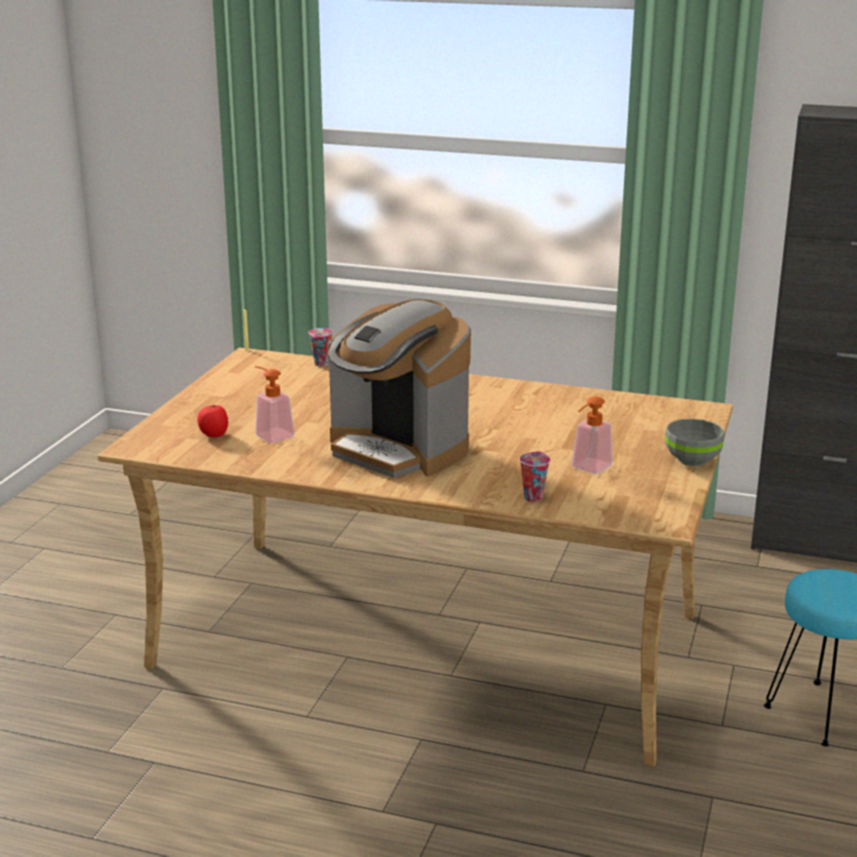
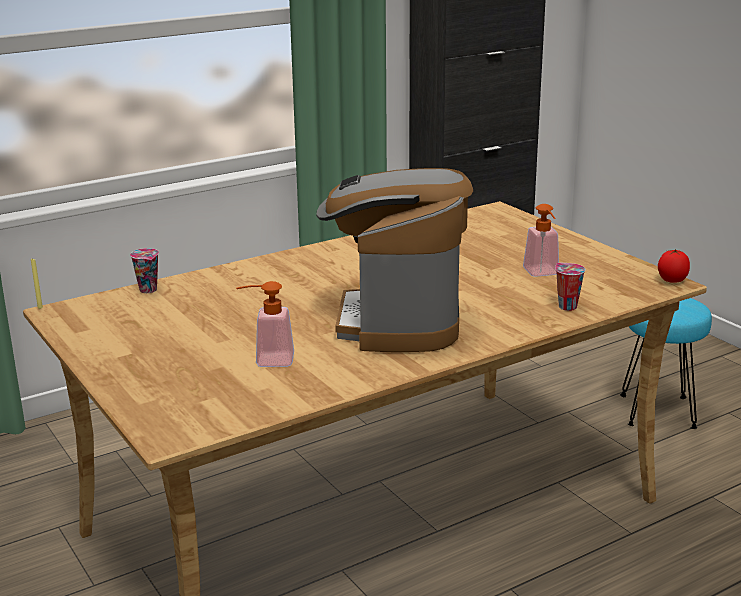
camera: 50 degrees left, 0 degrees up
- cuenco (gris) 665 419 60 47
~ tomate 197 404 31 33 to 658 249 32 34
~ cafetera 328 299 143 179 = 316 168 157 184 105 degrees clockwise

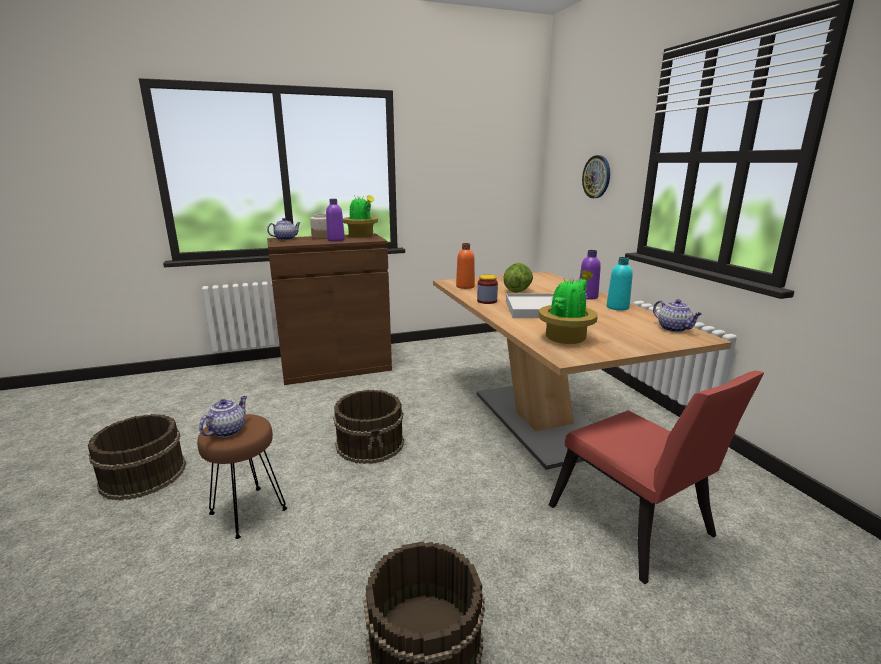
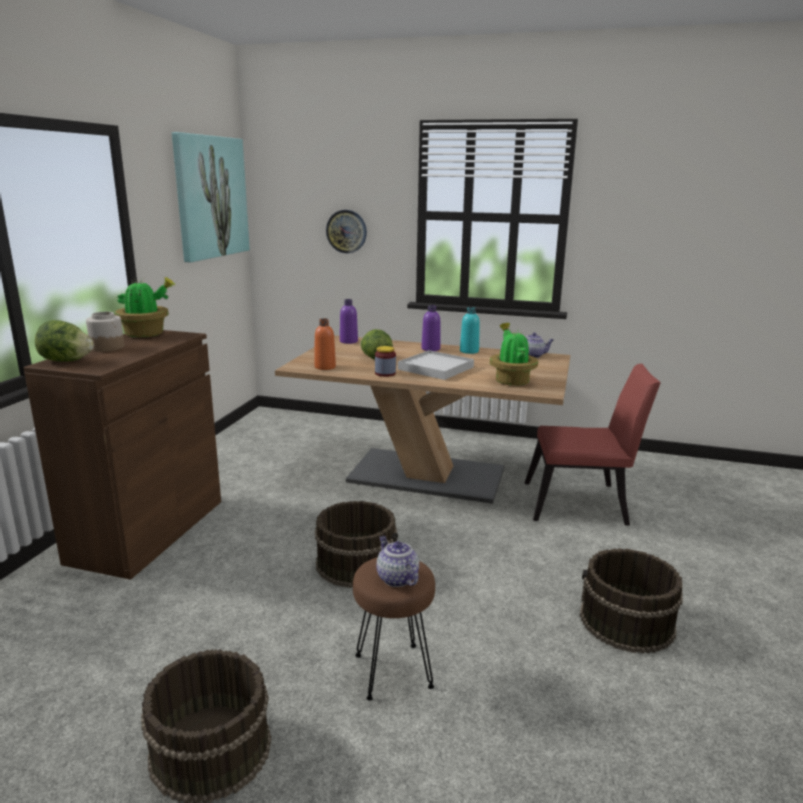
camera: 55 degrees left, 0 degrees up
+ cuadro 172 132 78 130
~ botella (morado) 326 199 19 43 to 340 299 18 45
~ tetera 267 218 34 22 to lechuga 35 320 59 41

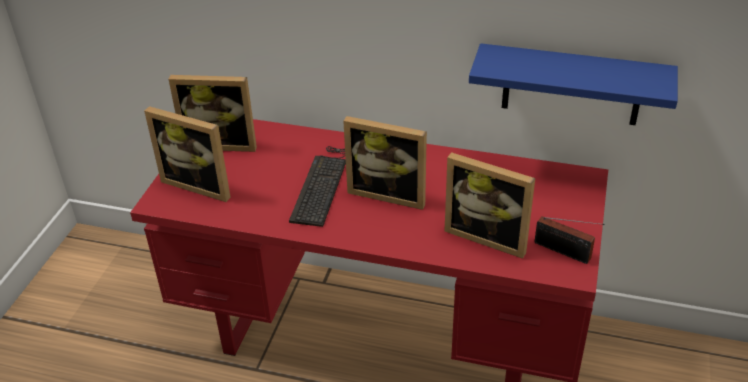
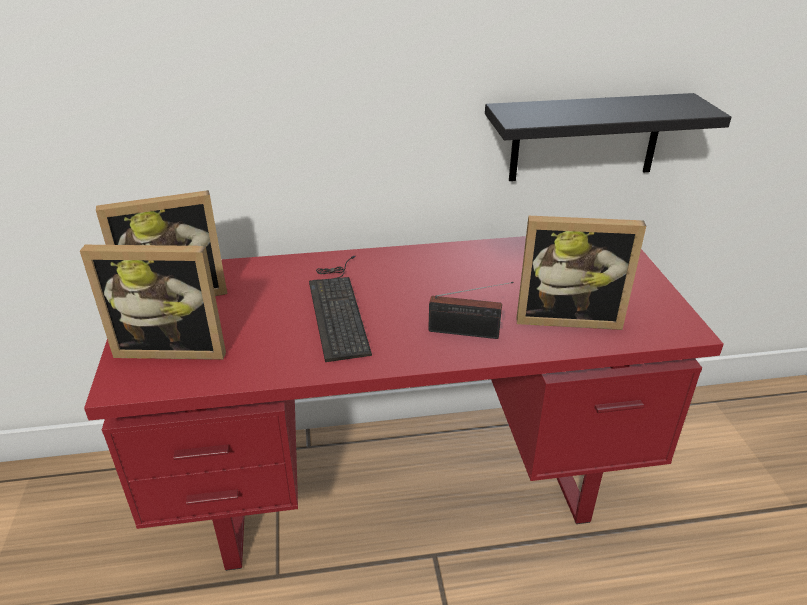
camera: 25 degrees left, 5 degrees down
- portarretratos 343 116 84 94
~ radio 534 216 70 48 to 428 282 86 57
~ estante (azul) 469 43 209 82 to estante (negro) 485 93 246 88

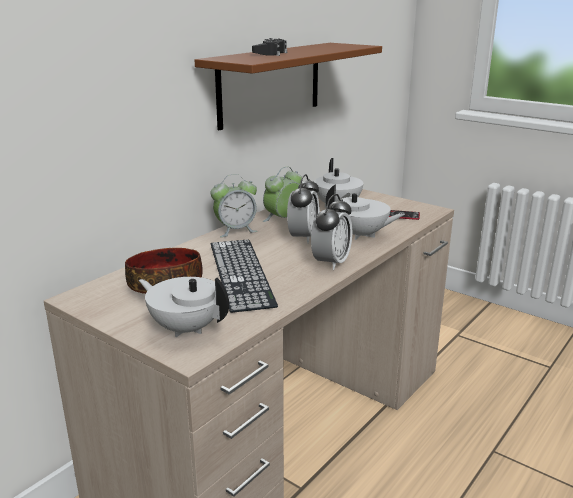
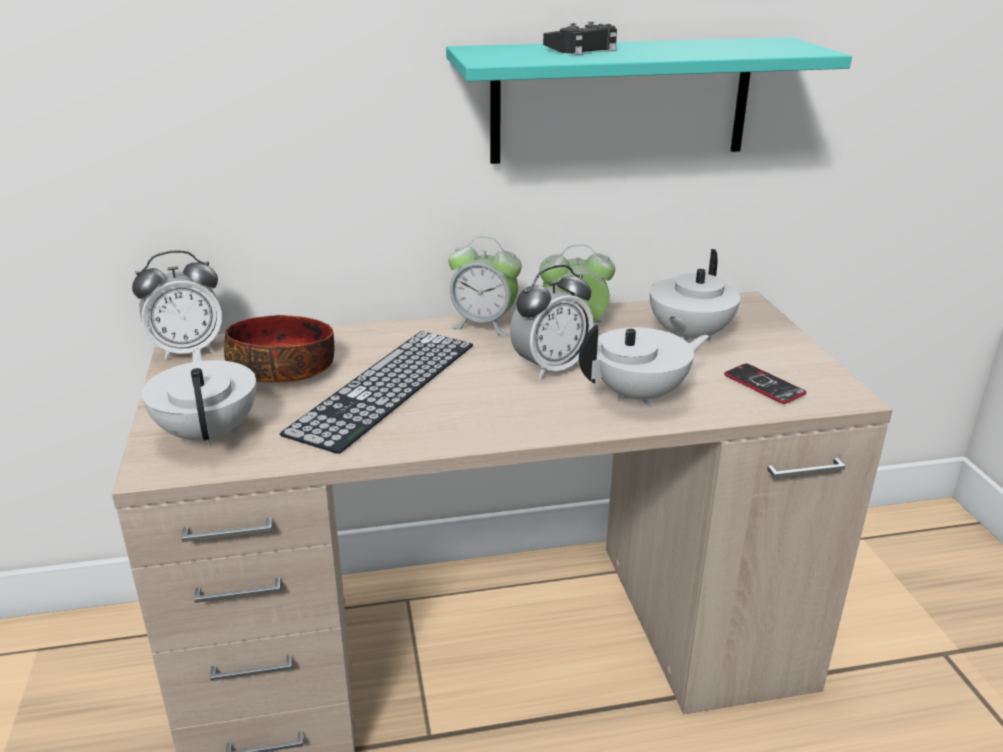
camera: 40 degrees right, 5 degrees up
~ despertador 311 194 41 76 to 132 250 90 110
~ estante (marrón) 195 43 187 87 to estante (turquesa) 446 37 406 127
~ tetera (blanco) 326 184 79 56 = 579 324 131 84 90 degrees counterclockwise

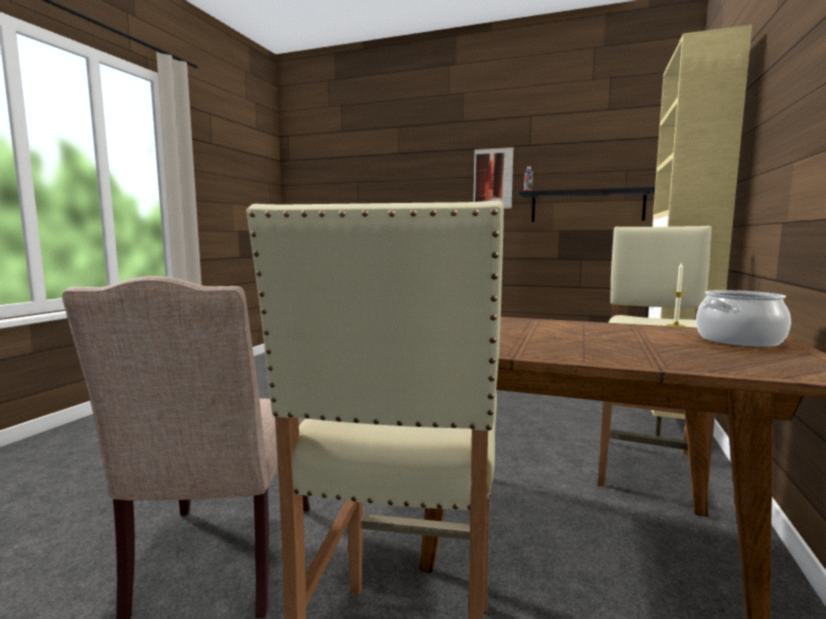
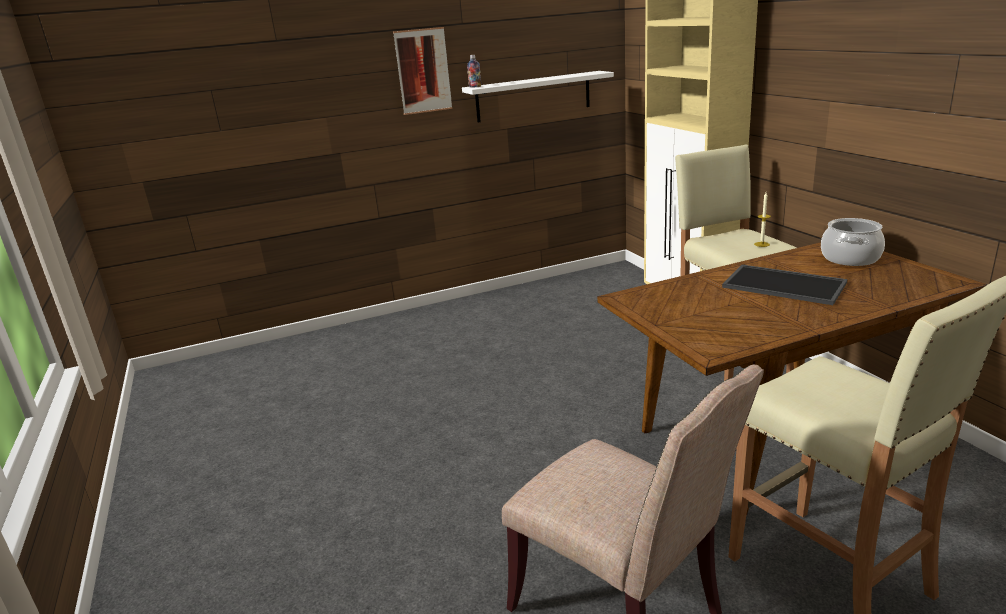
camera: 40 degrees left, 15 degrees up
+ bandeja 722 265 126 40
~ estante (negro) 519 187 136 35 to estante (blanco) 462 71 152 51

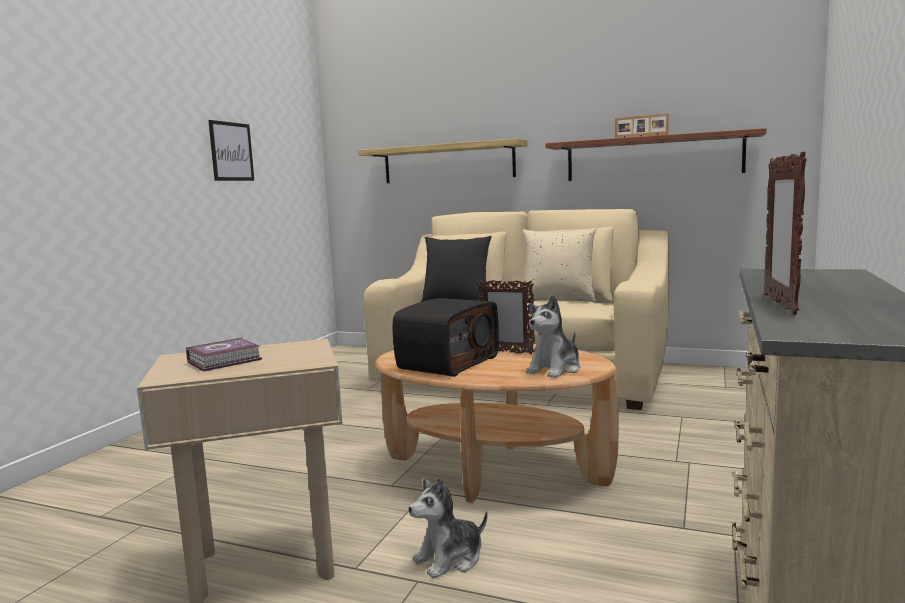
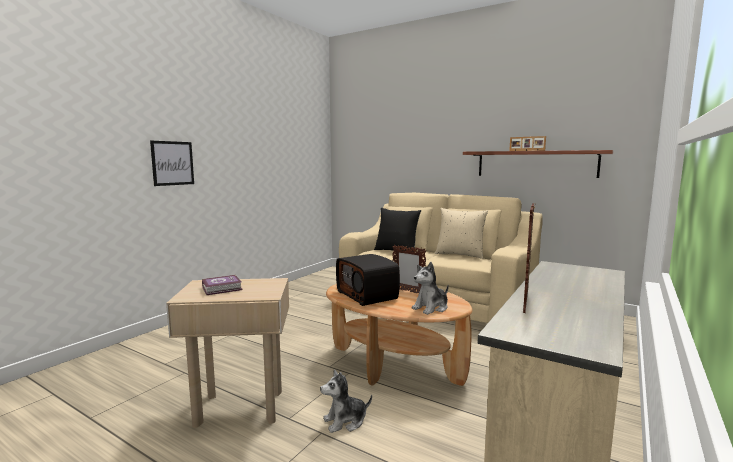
camera: 10 degrees right, 0 degrees up
- estante 358 138 170 45
~ cuadro 208 120 46 61 to 150 141 44 45
~ radio 393 298 106 79 = 336 254 64 52 105 degrees clockwise

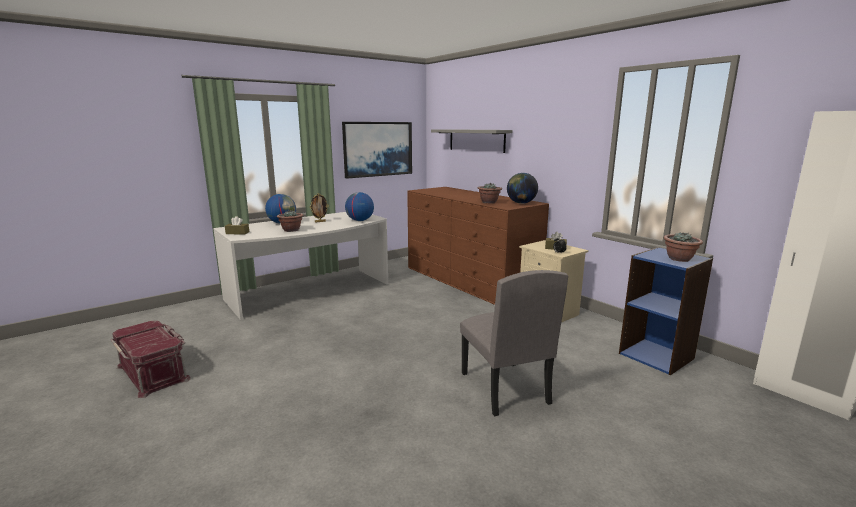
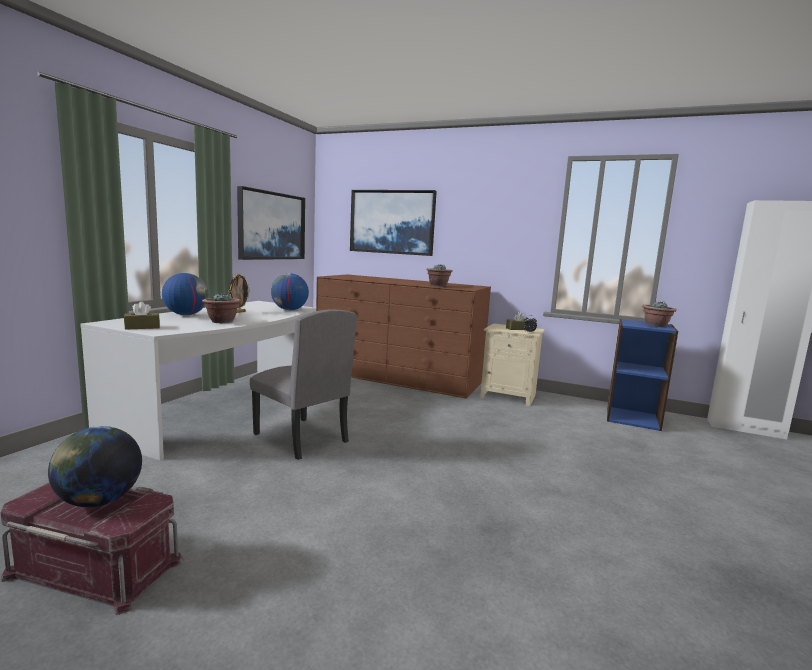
camera: 30 degrees left, 5 degrees down
~ silla (gris) 460 270 108 146 to 250 309 107 151
~ globo terráqueo 507 173 31 31 to 48 426 94 81
~ estante (gris) 431 129 81 24 to cuadro 350 190 87 66

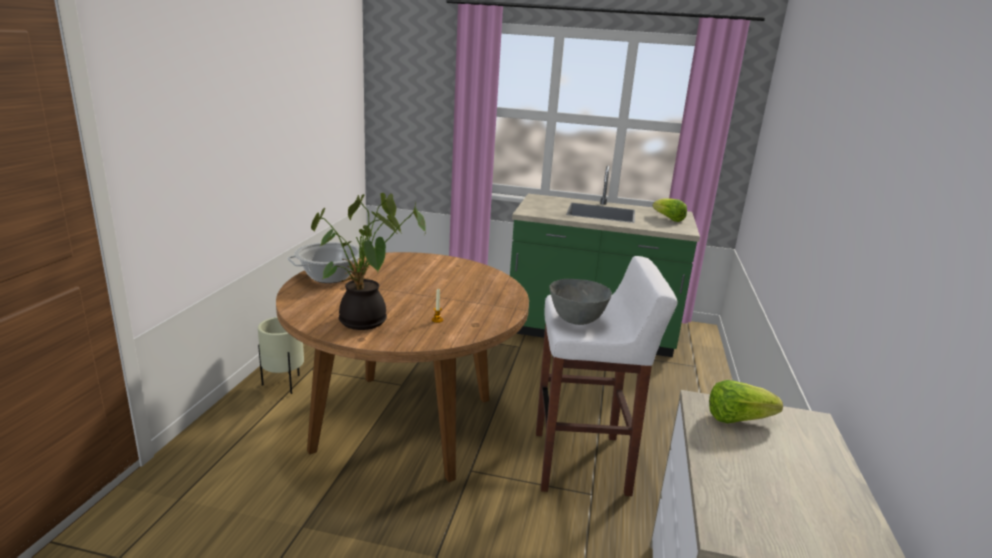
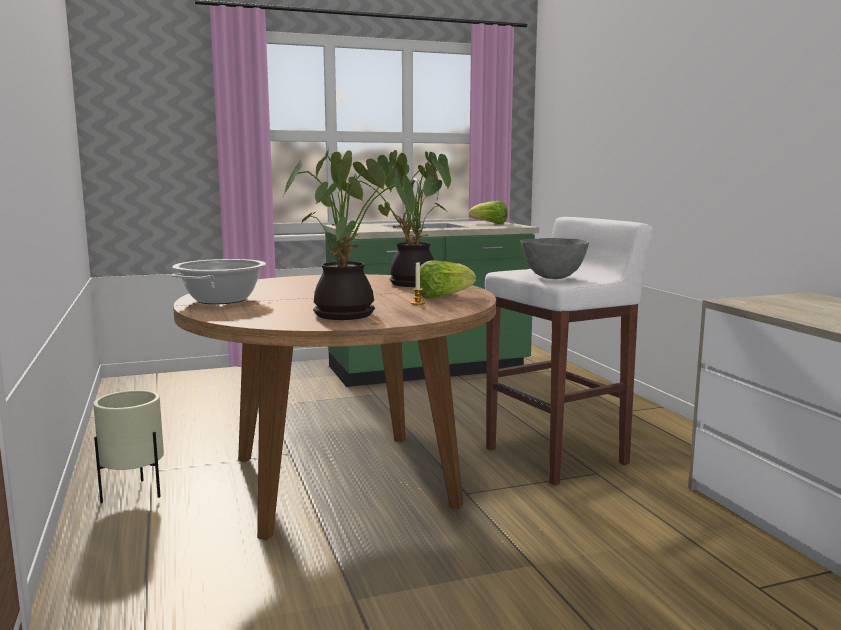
camera: 30 degrees left, 10 degrees down
+ planta en maceta 346 151 105 136
~ lechuga 709 380 74 43 to 420 260 56 39

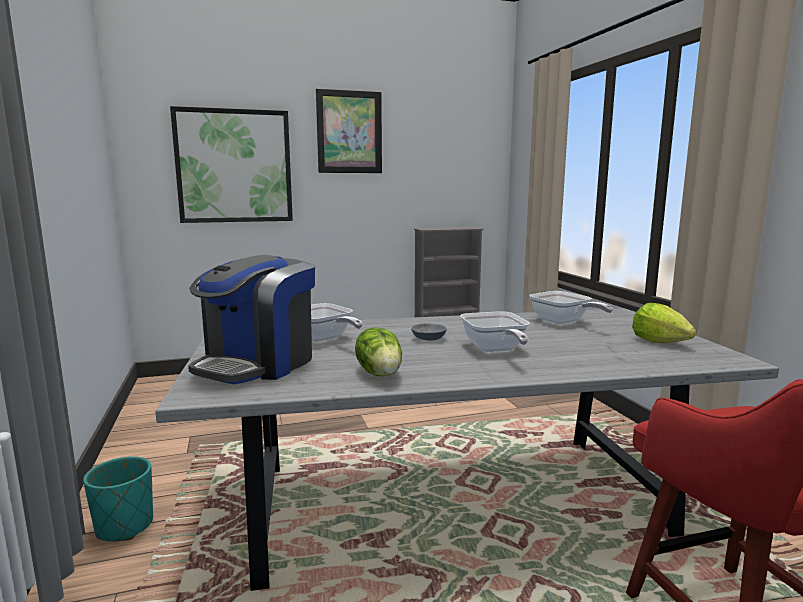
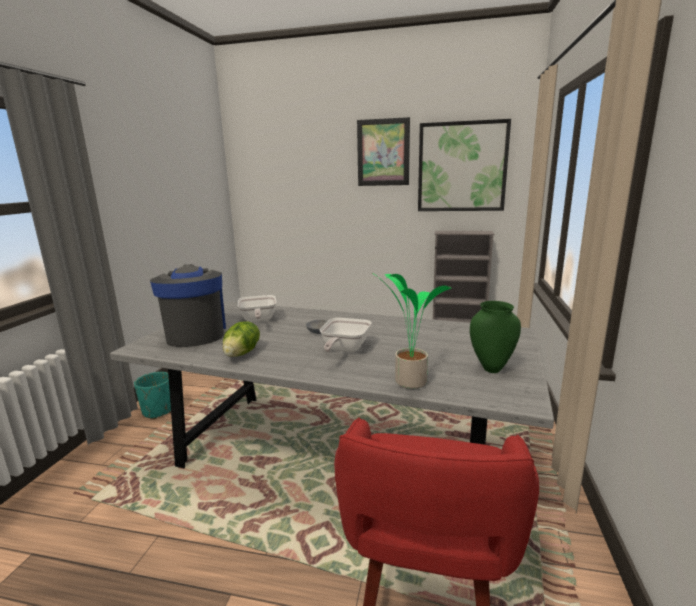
camera: 30 degrees right, 5 degrees up
- sartén 529 291 84 33
+ planta en maceta 372 273 80 116
~ cuadro 170 106 123 117 to 418 119 93 92
~ lechuga 632 303 64 40 to florero (verde) 470 301 51 72
~ cafetera 188 255 127 129 = 150 264 76 83 105 degrees clockwise

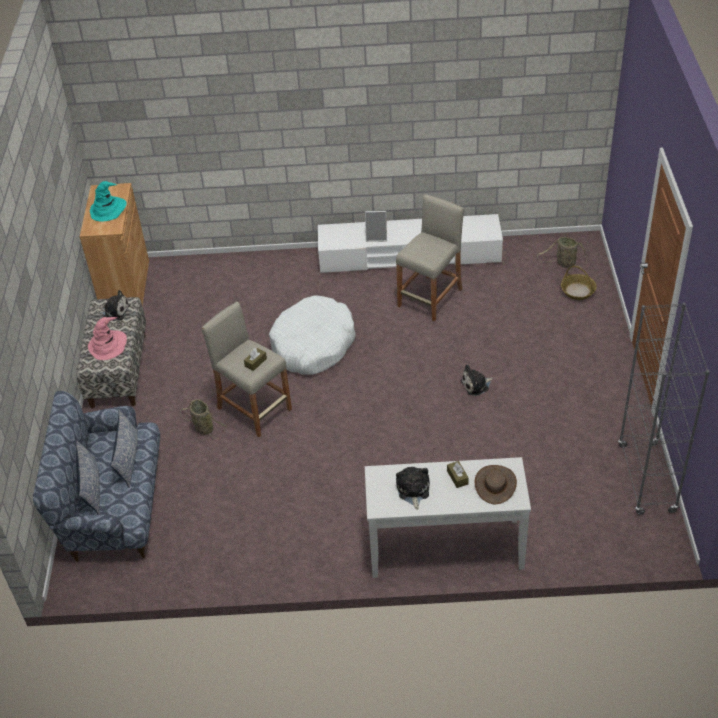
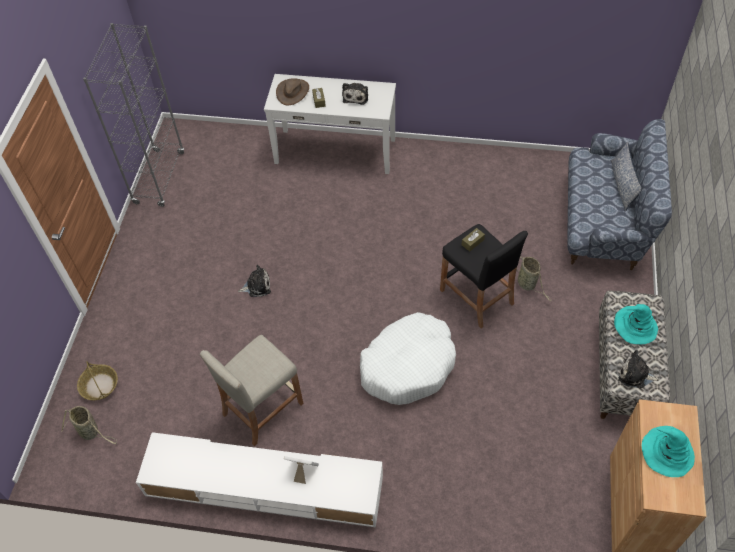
camera: 170 degrees left, 10 degrees up
- cojín 111 410 27 78
~ sombrero (rosa) 88 317 39 43 to sombrero (turquesa) 614 304 44 40
~ taburete (beis) 201 302 91 135 to taburete (negro) 440 224 88 104

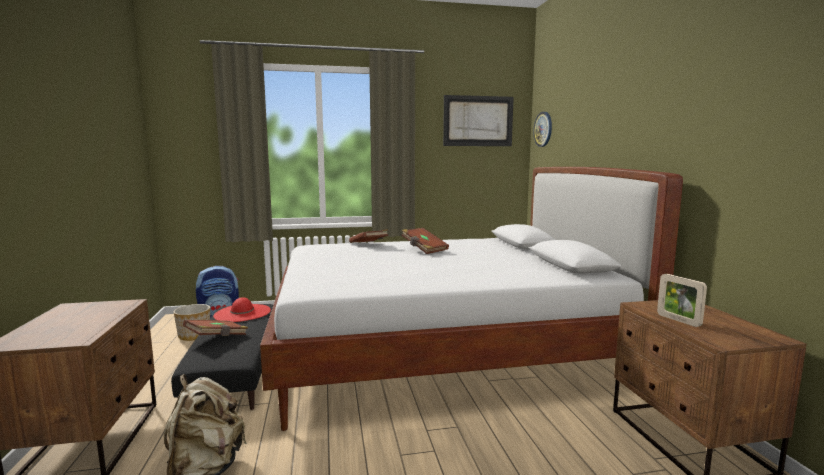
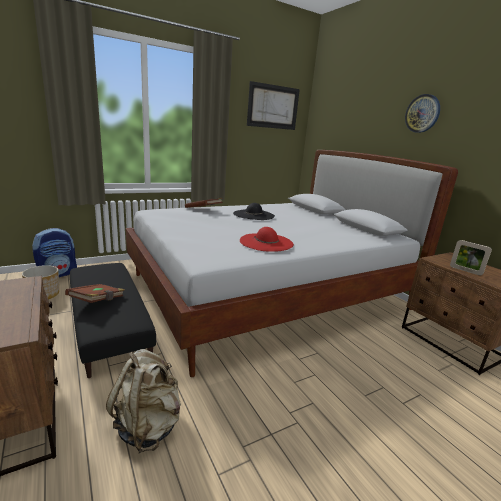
camera: 20 degrees left, 10 degrees up
~ sombrero (rojo) 213 297 58 25 to 240 227 54 25
~ reloj de pared 534 112 18 35 to 405 94 35 39
~ libro (marrón) 401 228 48 26 to sombrero (negro) 233 203 42 17

